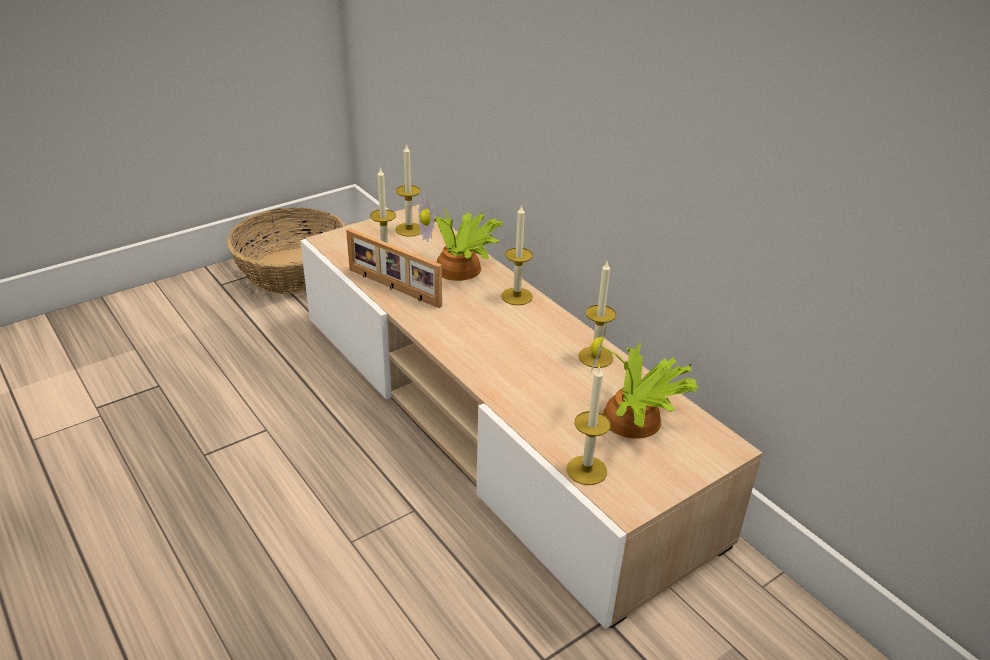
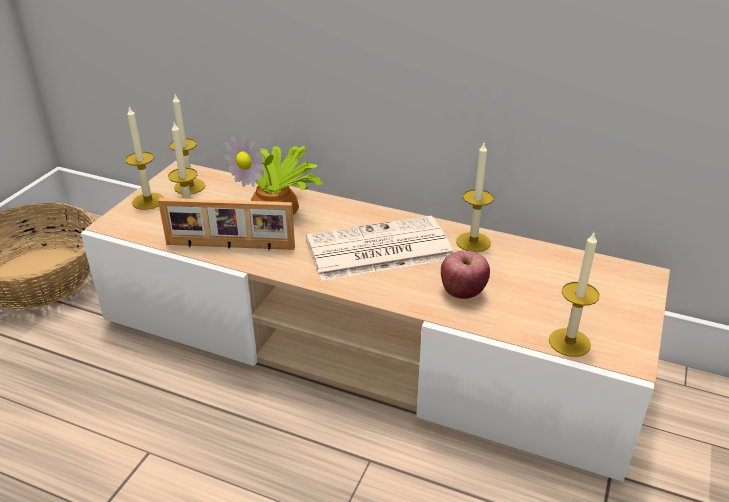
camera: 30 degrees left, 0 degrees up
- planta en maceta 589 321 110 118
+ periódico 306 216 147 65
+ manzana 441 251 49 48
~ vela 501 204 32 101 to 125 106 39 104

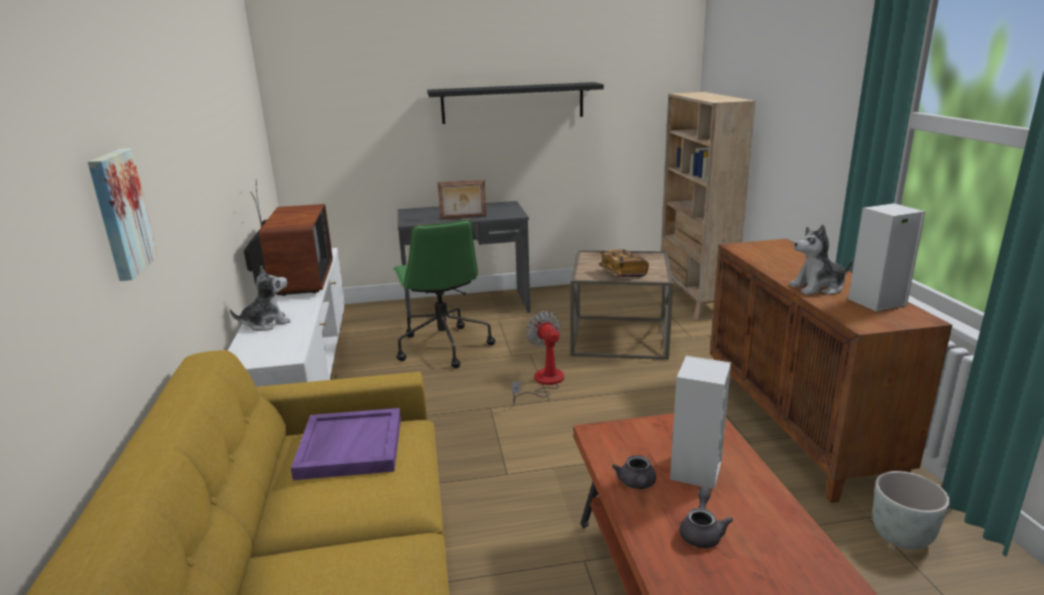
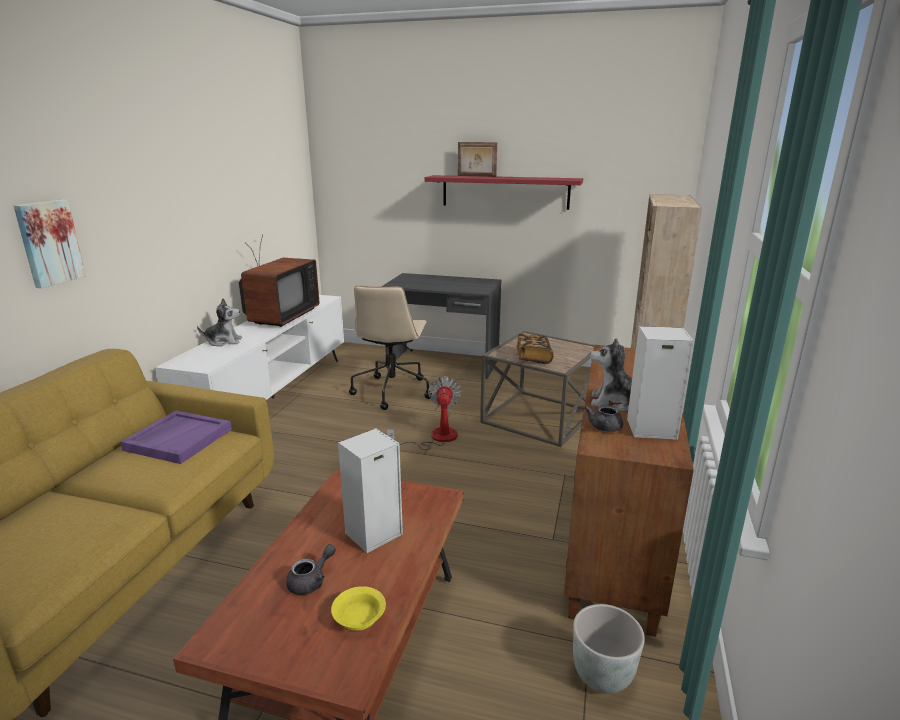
camera: 25 degrees right, 0 degrees up
+ cuenco (amarillo) 331 586 55 45
~ portarretratos 437 180 50 39 to 458 142 39 35
~ tetera (gris) 612 455 44 34 to 584 405 39 27
~ silla de oficina (verde) 393 219 102 149 to silla de oficina (beis) 349 286 83 124
~ estante (negro) 427 82 177 42 to estante (rojo) 424 175 159 35

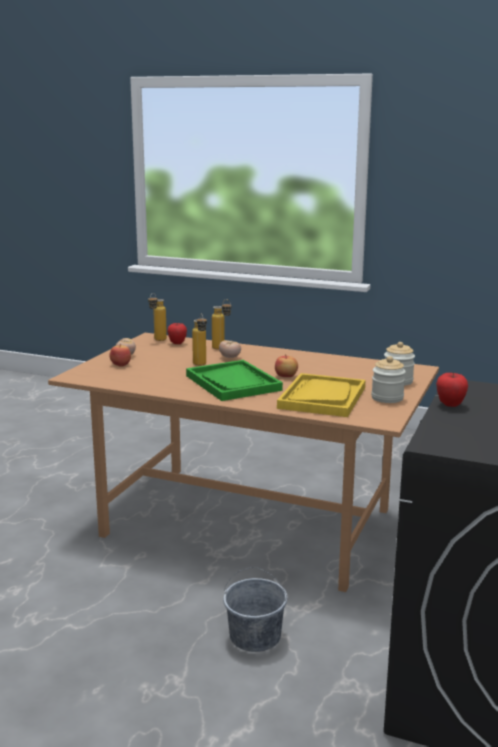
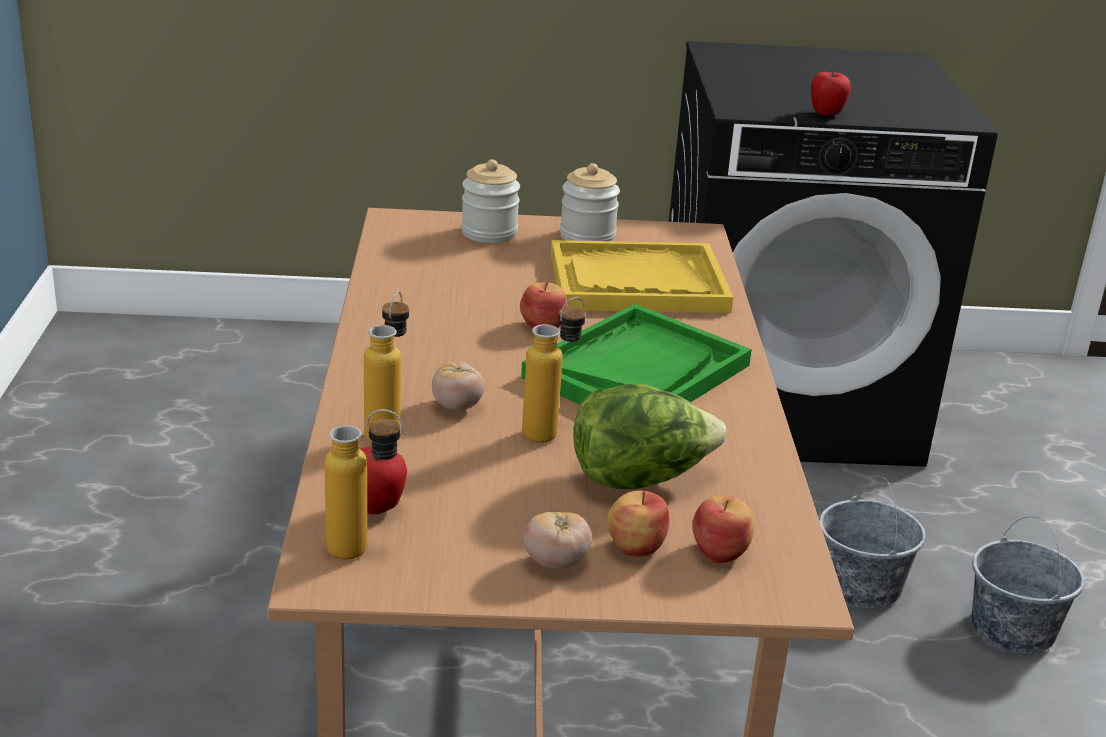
camera: 115 degrees left, 10 degrees up
+ lechuga 573 384 154 105
+ manzana 692 495 62 68
+ cubo (gris) 971 516 114 138

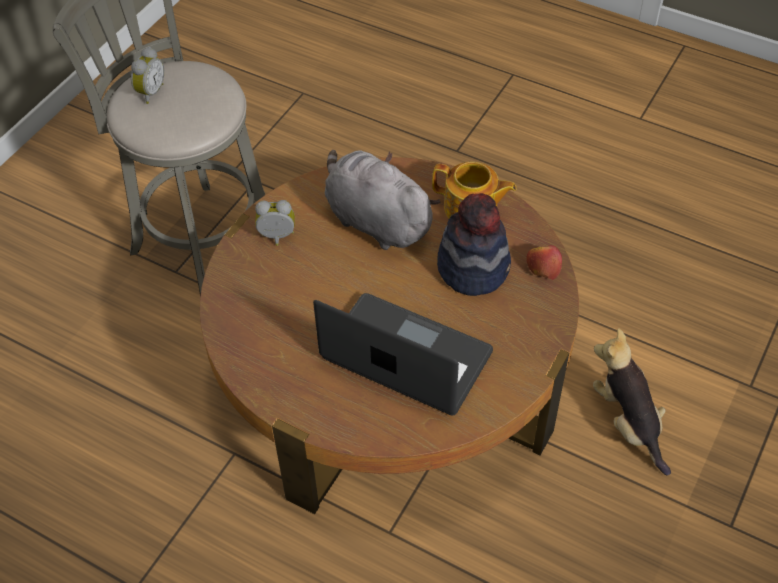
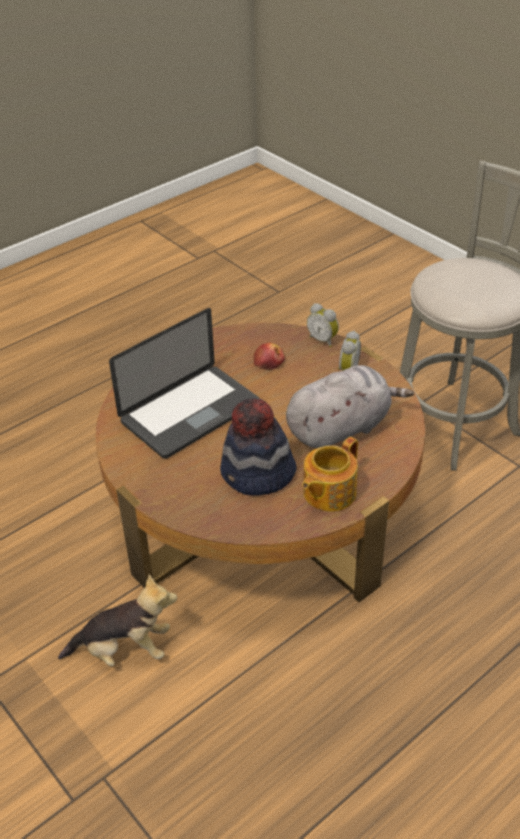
camera: 110 degrees right, 10 degrees down
~ despertador 131 47 33 57 to 307 303 32 44
~ manzana 526 245 36 35 to 254 343 31 27

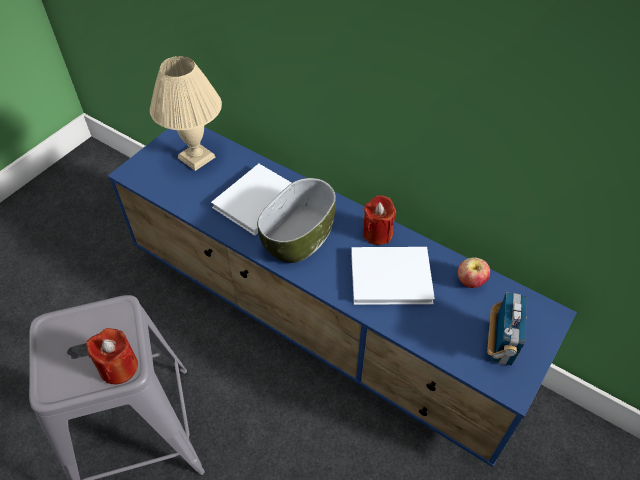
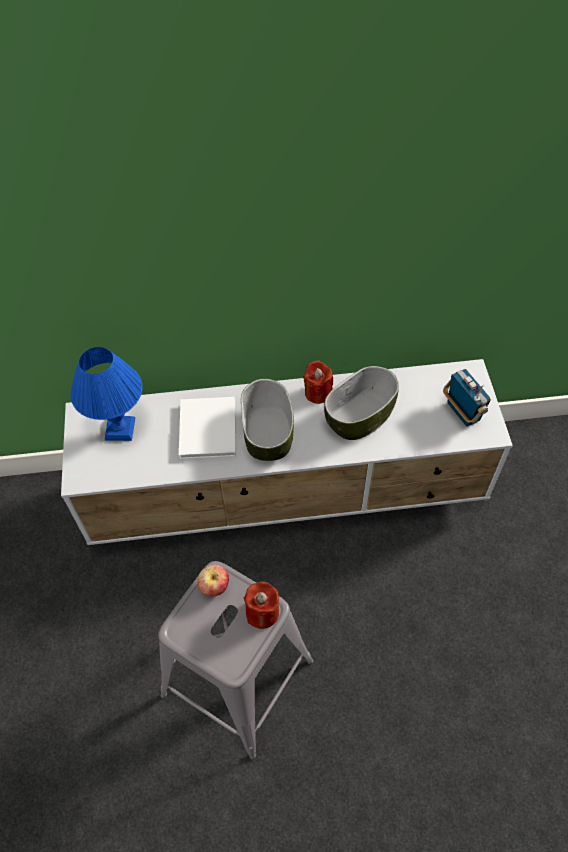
camera: 40 degrees left, 5 degrees up
~ manzana 458 257 32 31 to 197 564 32 33
~ libro (blanco) 351 247 84 58 to cuenco 324 366 75 74
~ mueble de televisión (azul) 108 127 469 340 to mueble de televisión (blanco) 61 359 452 186
~ lámpara de mesa (beis) 150 56 72 115 to lámpara de mesa (azul) 71 347 71 94

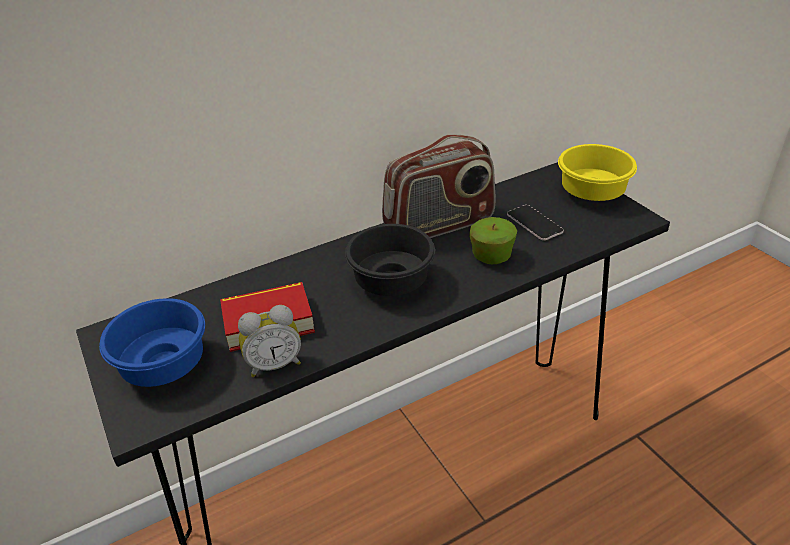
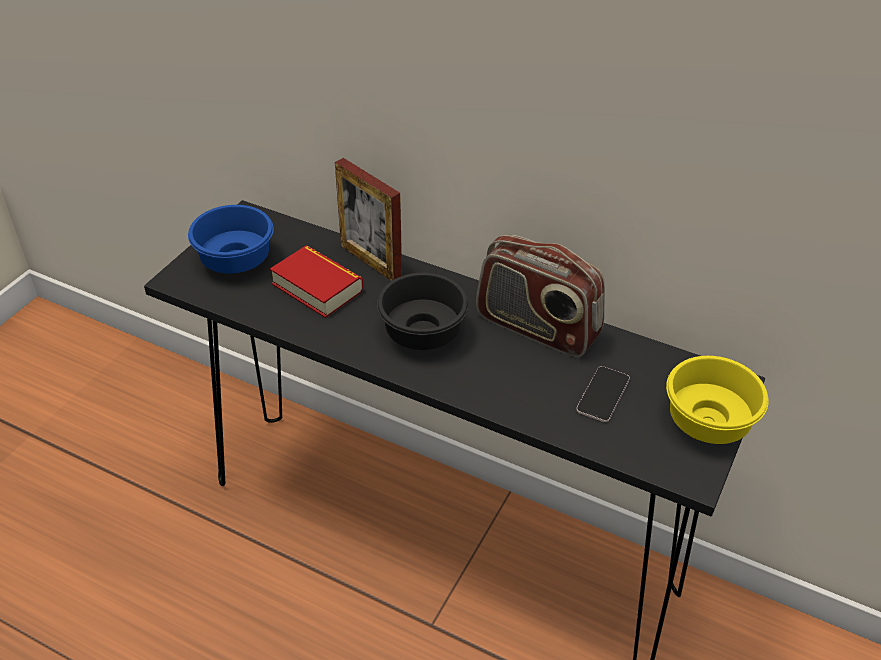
camera: 55 degrees right, 5 degrees up
- despertador 238 305 63 72
- manzana 469 217 48 47
+ portarretratos 335 158 67 123

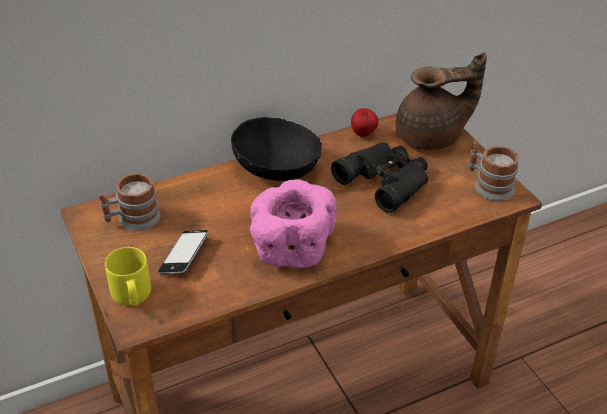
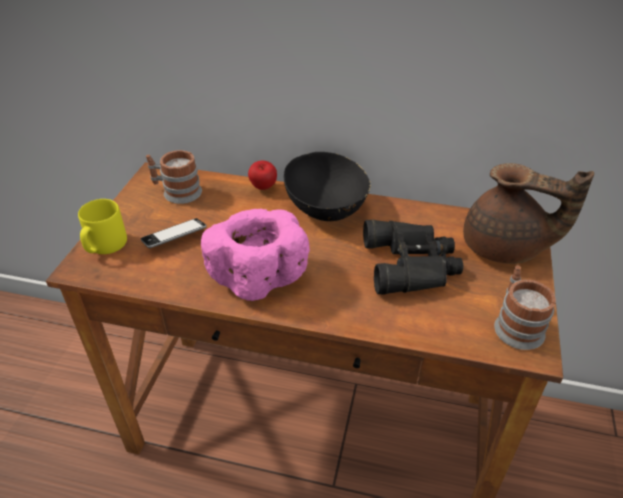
camera: 40 degrees right, 0 degrees up
~ manzana 351 108 27 29 to 248 161 29 29

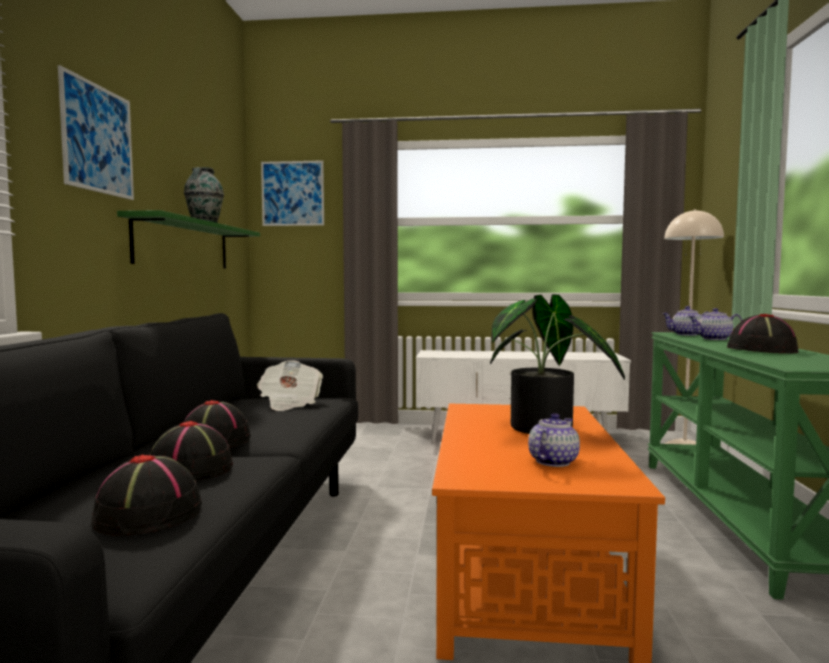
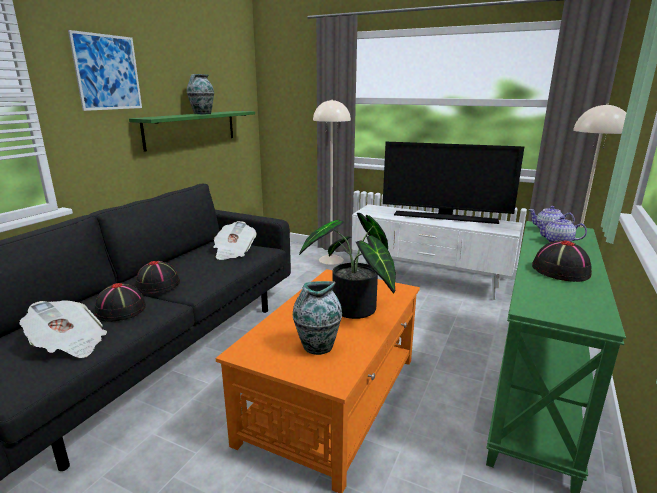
camera: 20 degrees right, 15 degrees up
- cuadro 261 160 63 66
+ lámpara de pie (beis) 313 99 38 166
+ televisor 383 142 142 82
~ sombrero (negro) 91 454 111 82 to periódico 19 300 88 58
~ tetera 528 413 52 54 to florero 293 281 49 74

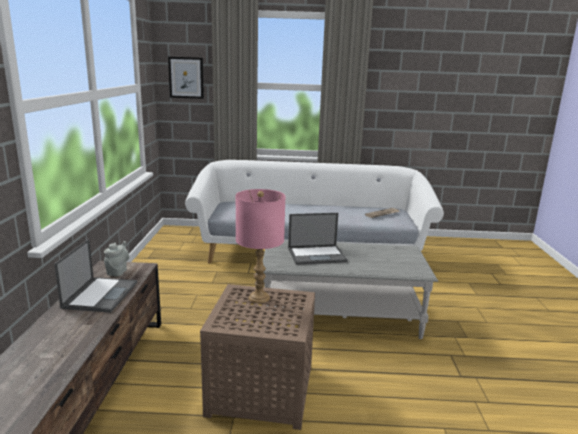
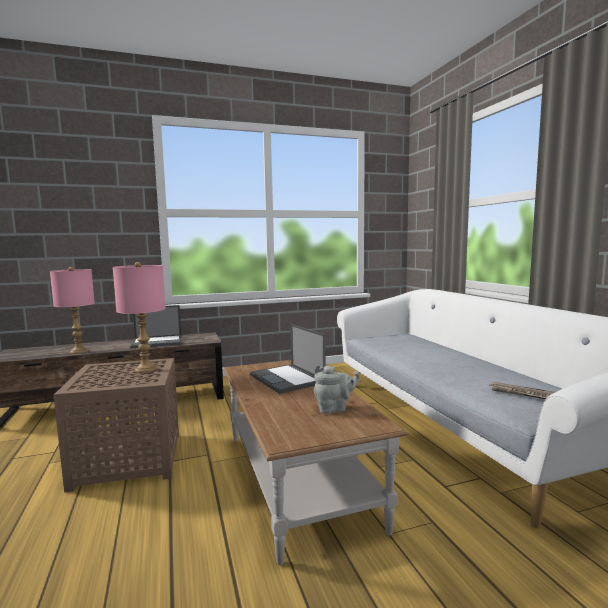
camera: 70 degrees right, 10 degrees down
- cuadro 168 57 36 42
+ lámpara de mesa (rosa) 50 267 45 87
~ tetera (gris) 104 241 26 35 to 314 365 46 49
~ mesa de centro (gris) 263 241 175 98 to mesa de centro (marrón) 224 360 184 205

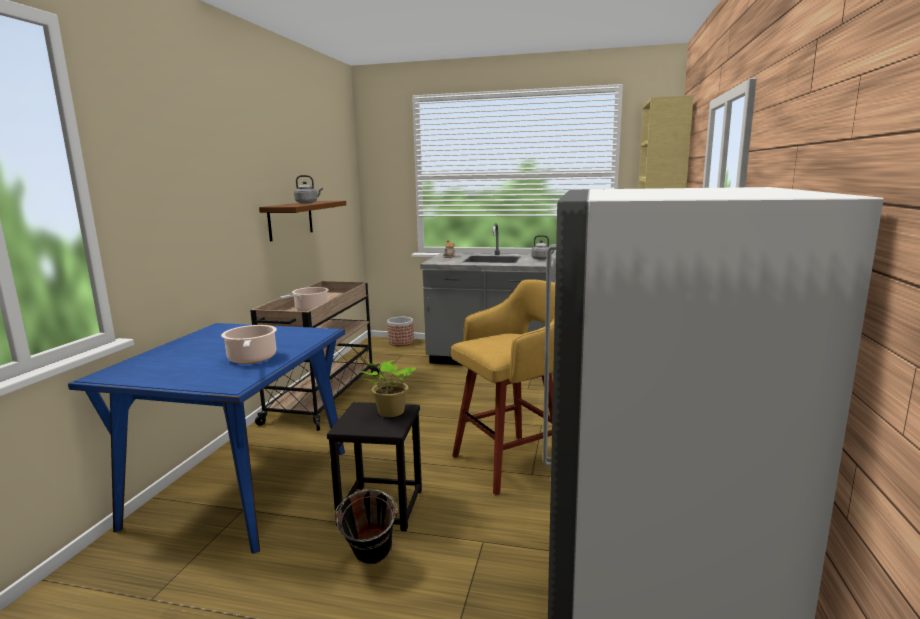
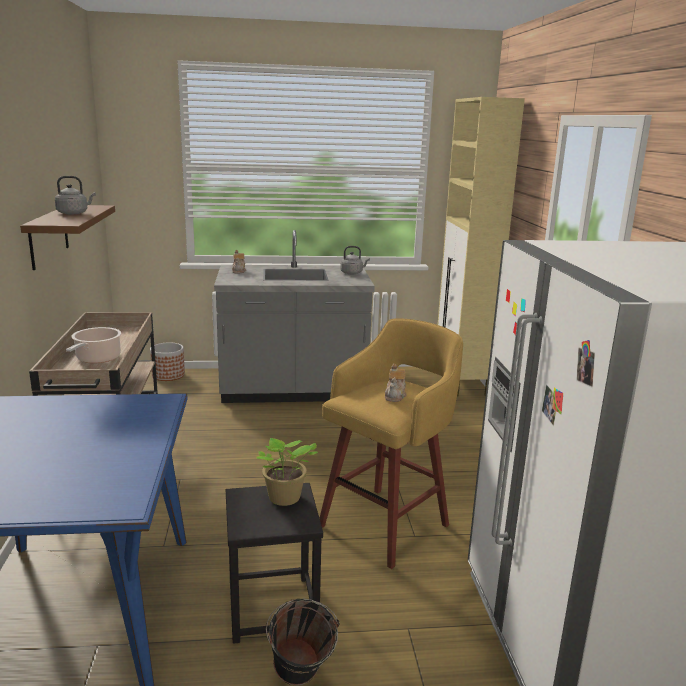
camera: 20 degrees left, 5 degrees up
- olla 221 325 56 39
+ tetera 385 364 22 38

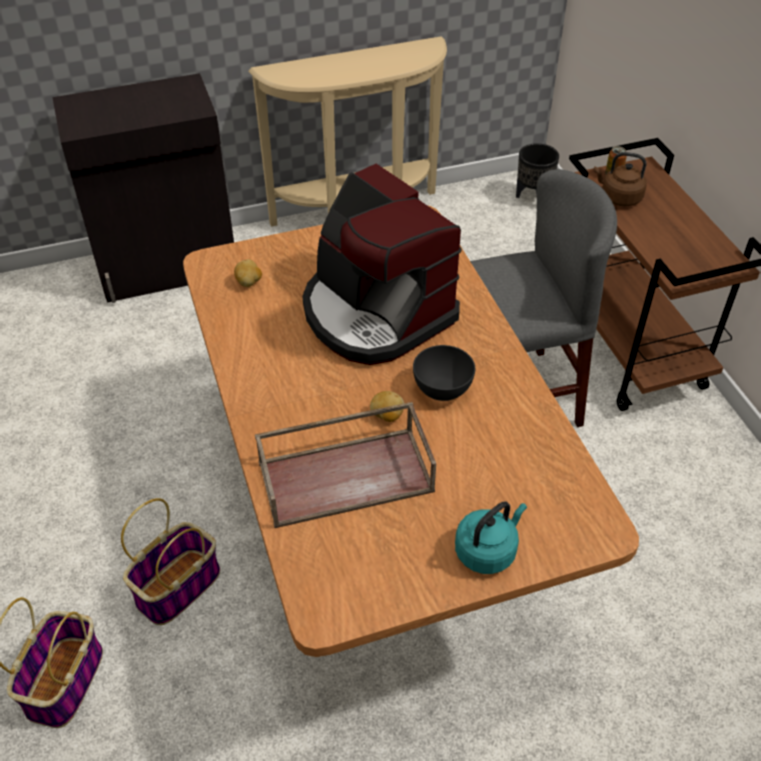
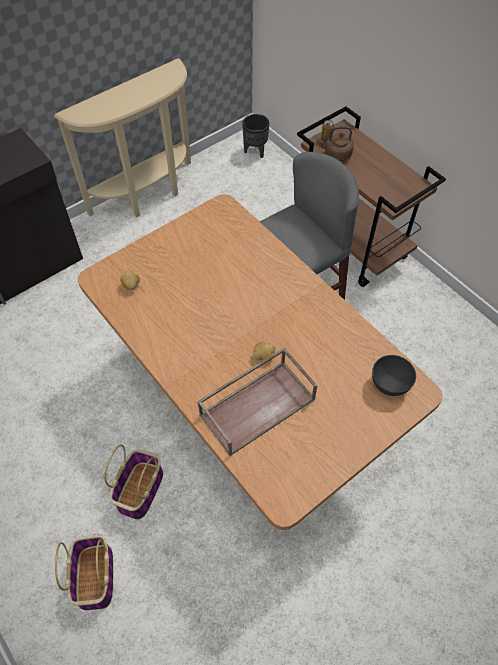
camera: 20 degrees left, 10 degrees up
- cafetera 302 164 160 201
- hervidor (turquesa) 455 501 72 73
~ cuenco (gris) 413 345 62 56 to 372 355 44 41

